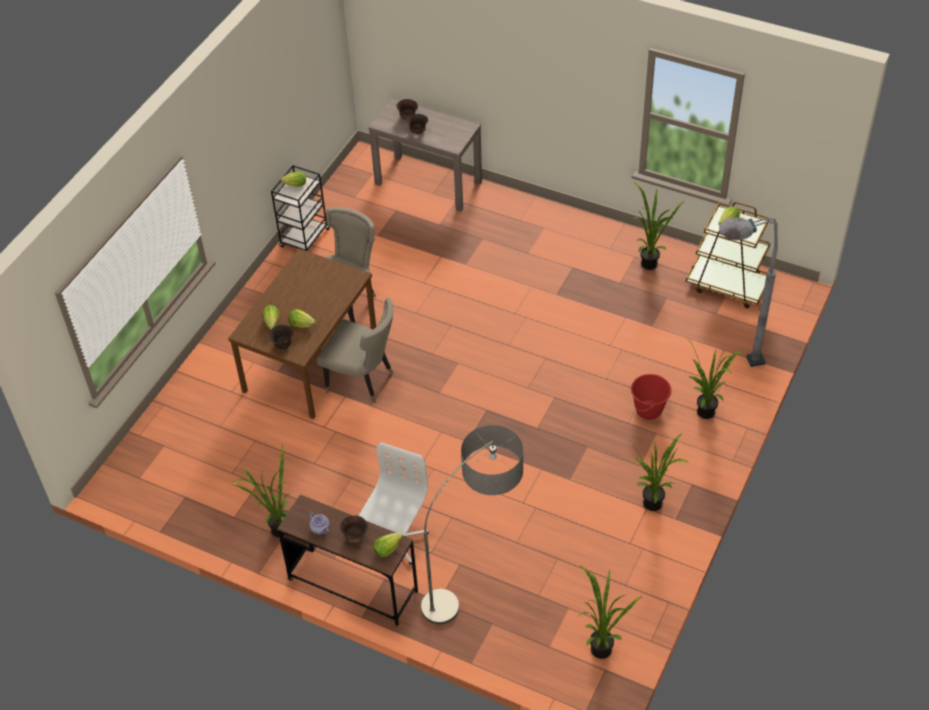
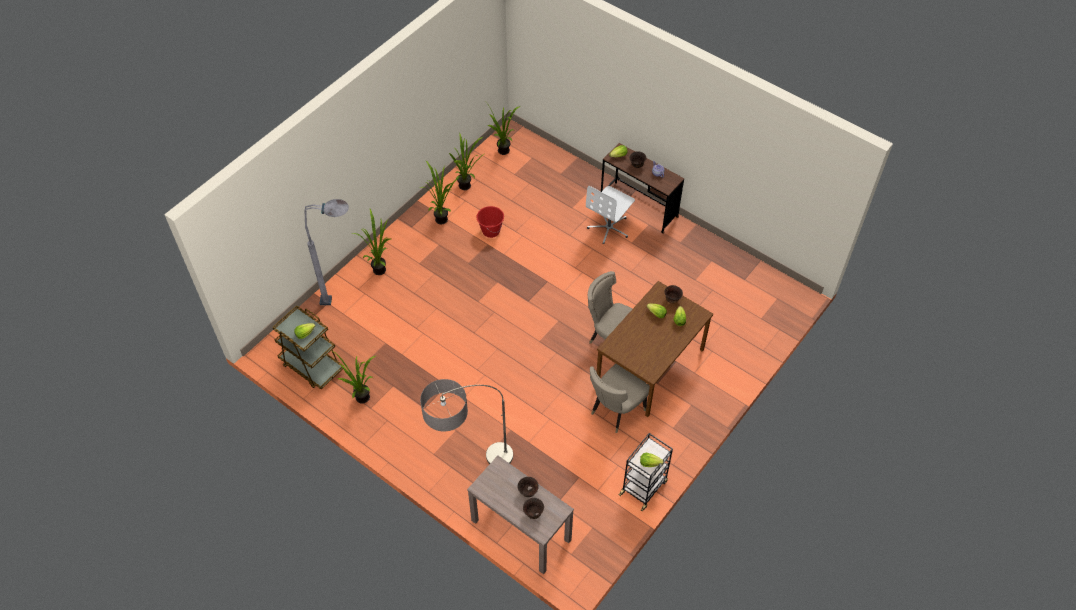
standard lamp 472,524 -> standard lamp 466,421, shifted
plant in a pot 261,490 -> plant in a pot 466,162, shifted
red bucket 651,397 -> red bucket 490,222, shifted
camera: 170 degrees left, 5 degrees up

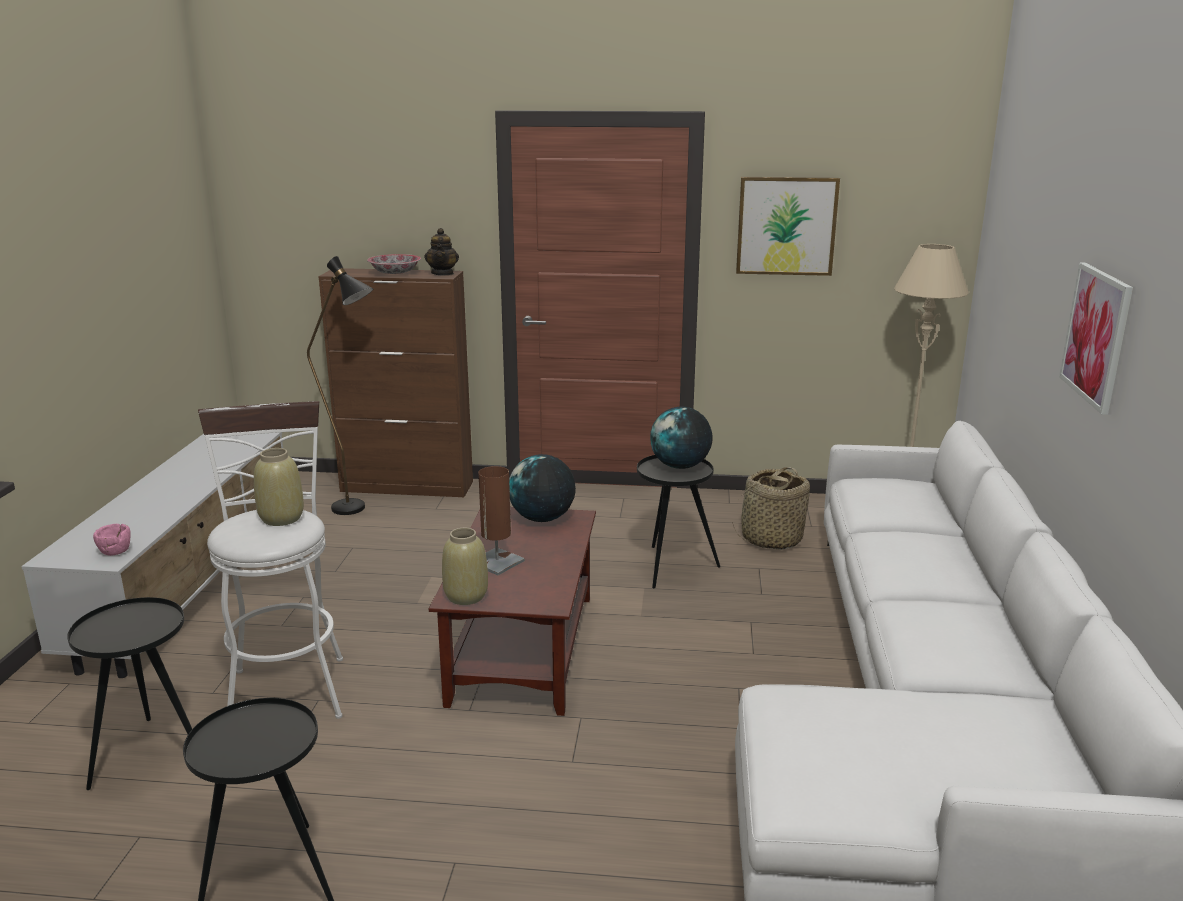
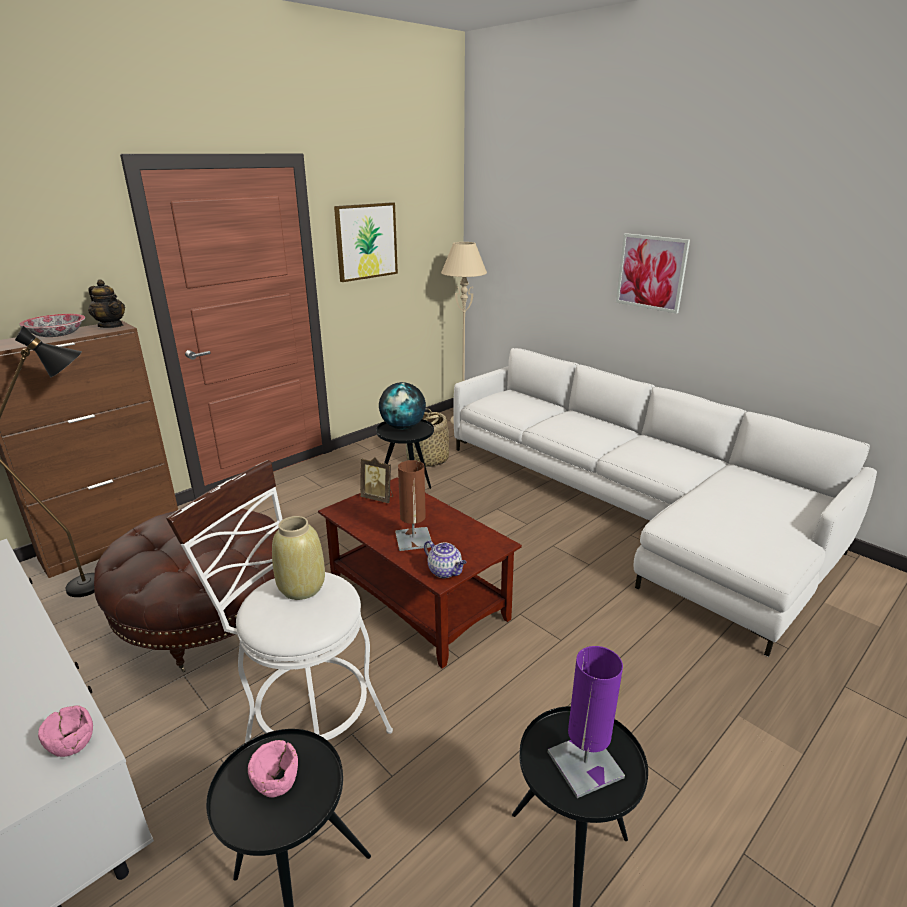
none -> brown-coloured footrest 186,590
none -> pink-coloured bowl 273,768
desk globe 542,488 -> picture frame 376,480
beige flower vase 465,566 -> pot for tea 445,559
none -> purple-coloured table lamp 586,722
camera: 50 degrees left, 5 degrees up

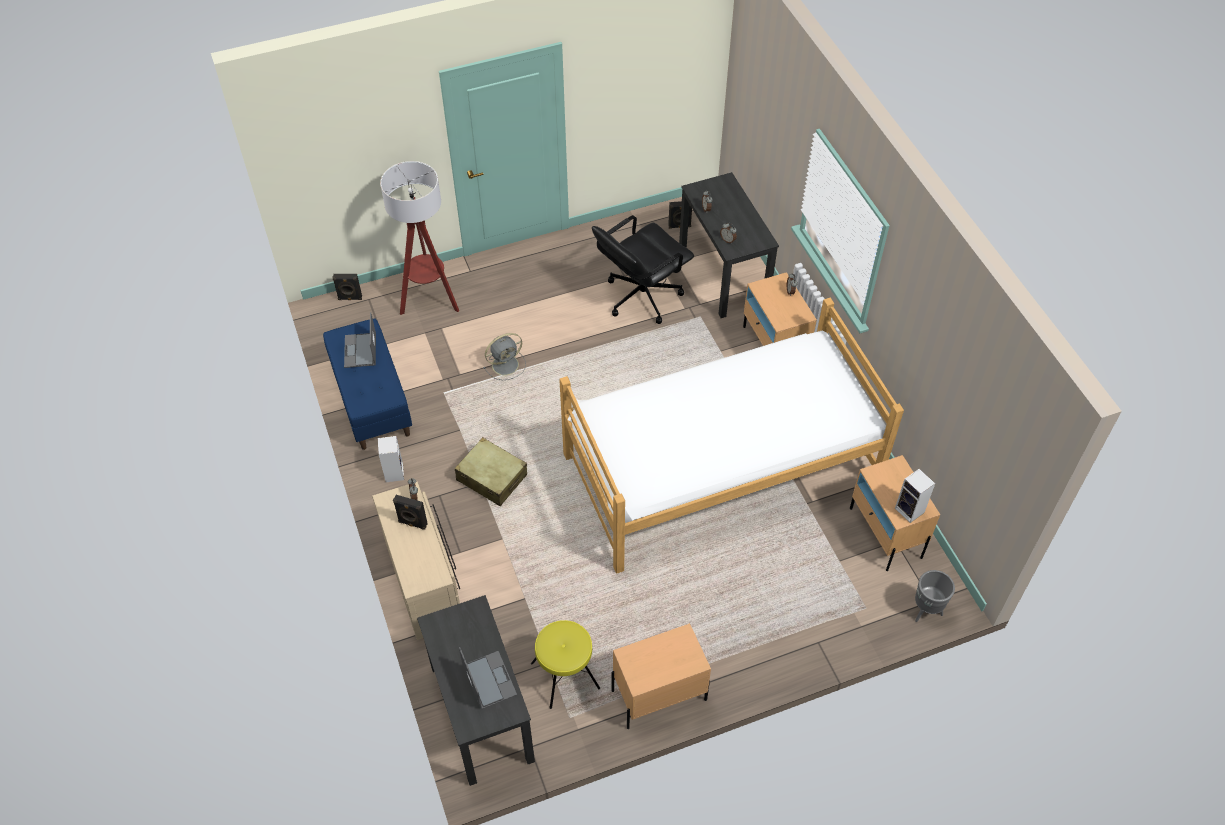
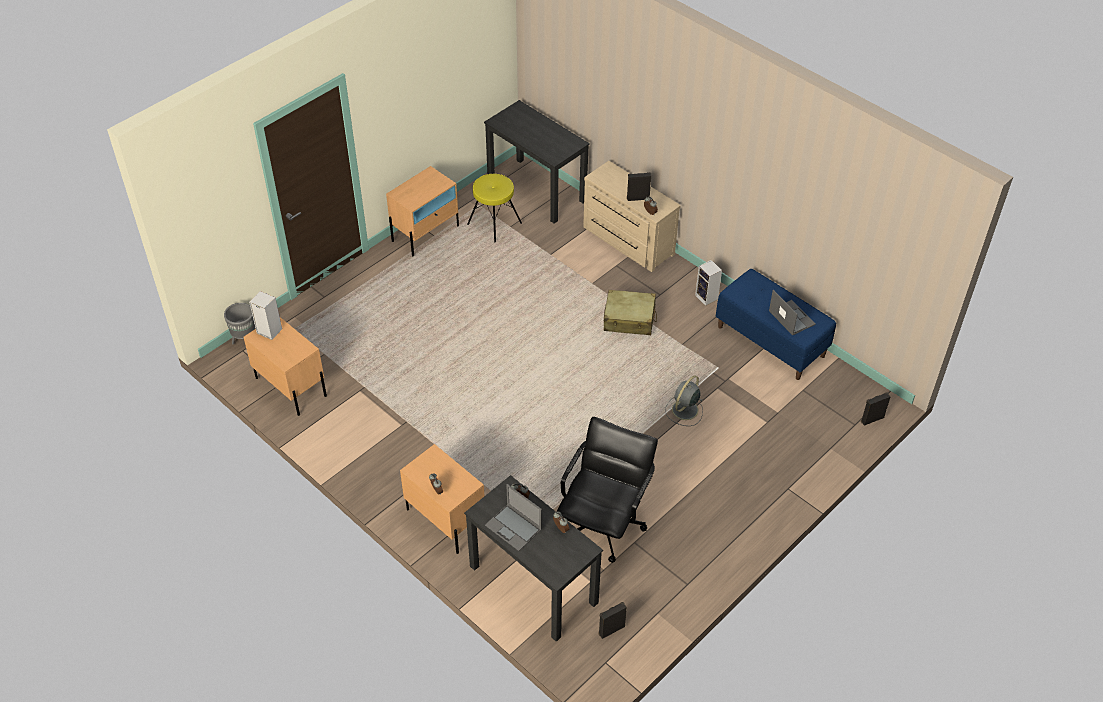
portable computer 488,678 -> portable computer 513,517, shifted
standard lamp 419,238 -> none
bed 731,436 -> none
camera: 155 degrees right, 5 degrees down

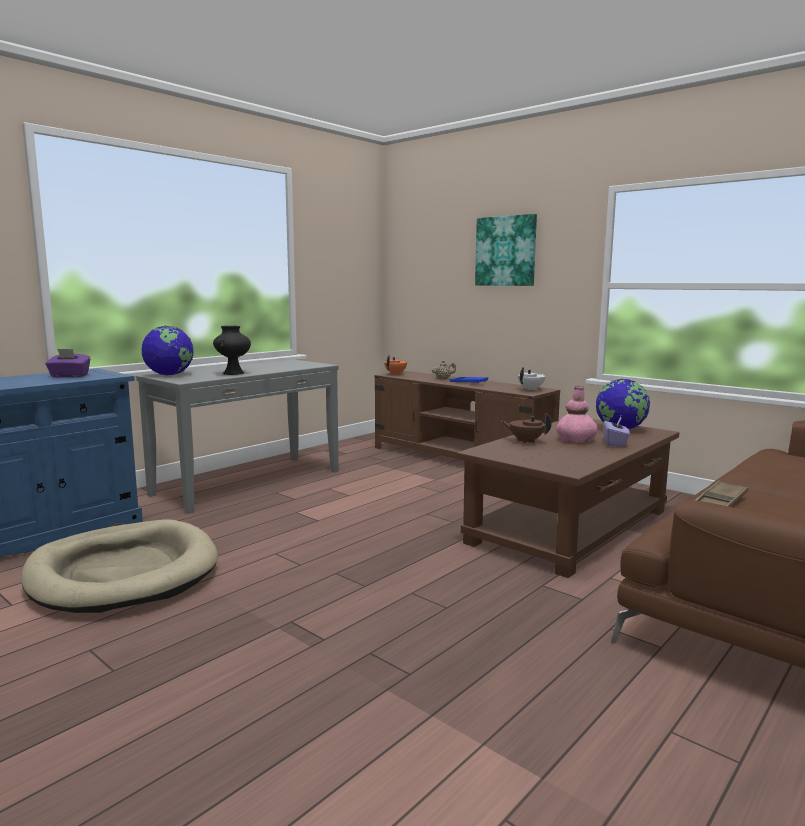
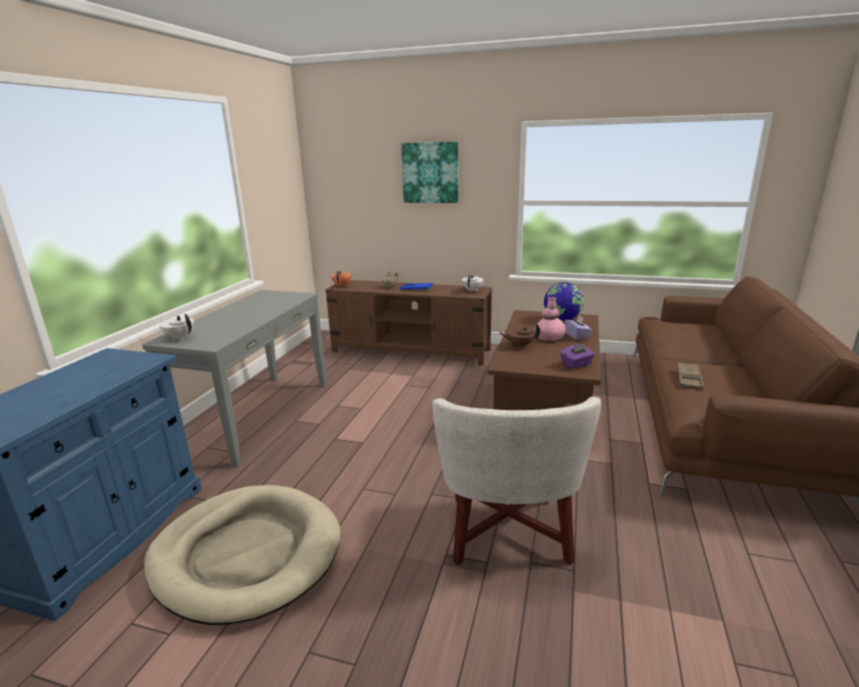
desk globe 167,350 -> whitish pot for tea 176,327
none -> whitish lounge chair 516,481
purple-coloured box of tissues 68,363 -> purple-coloured box of tissues 578,356, shifted
blackish flower vase 232,350 -> none
camera: 25 degrees left, 10 degrees up

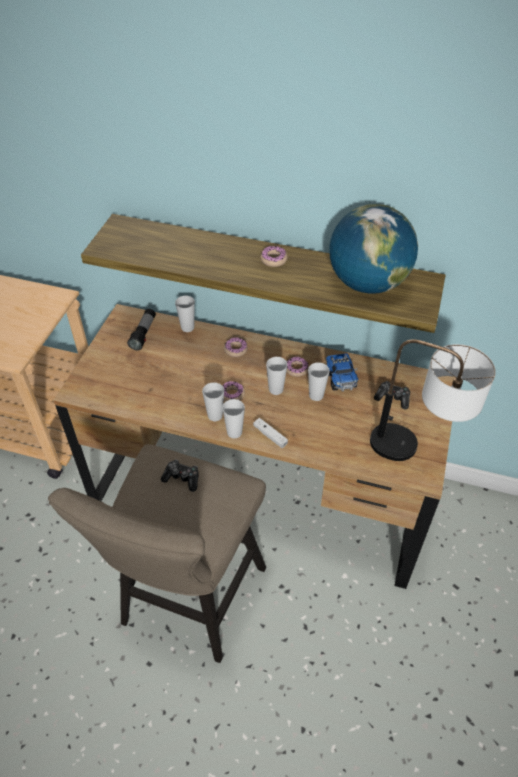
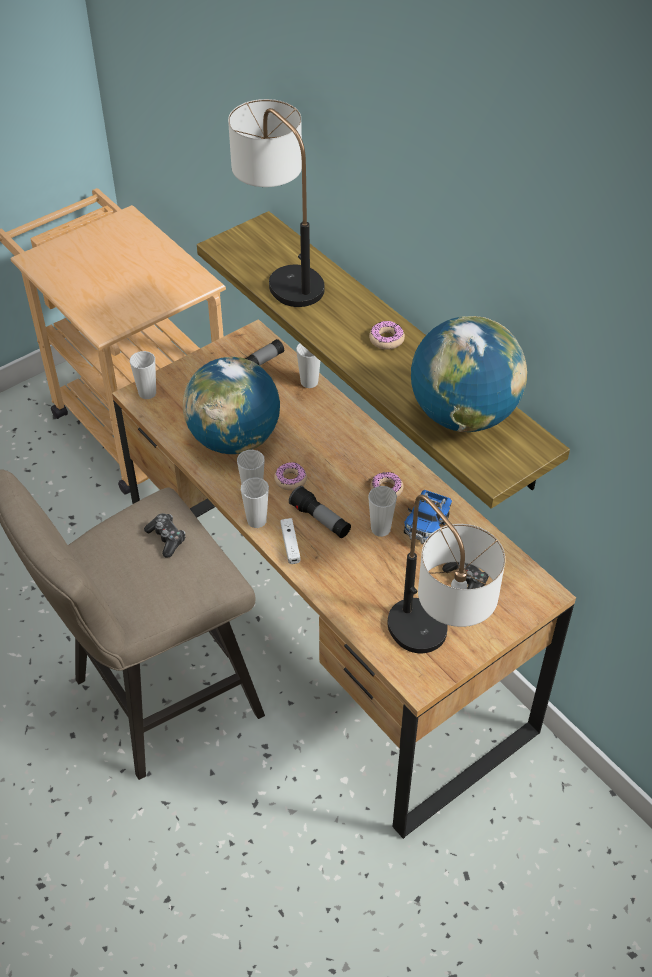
drinking cup 276,376 -> drinking cup 143,375, shifted
none -> desk globe 231,405
none -> table lamp 276,203
none -> hand torch 320,512
doughnut 236,347 -> none
camera: 35 degrees right, 0 degrees up

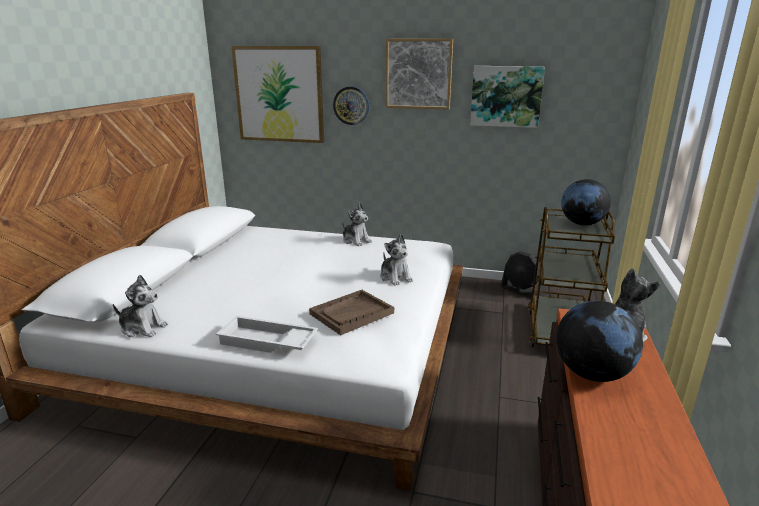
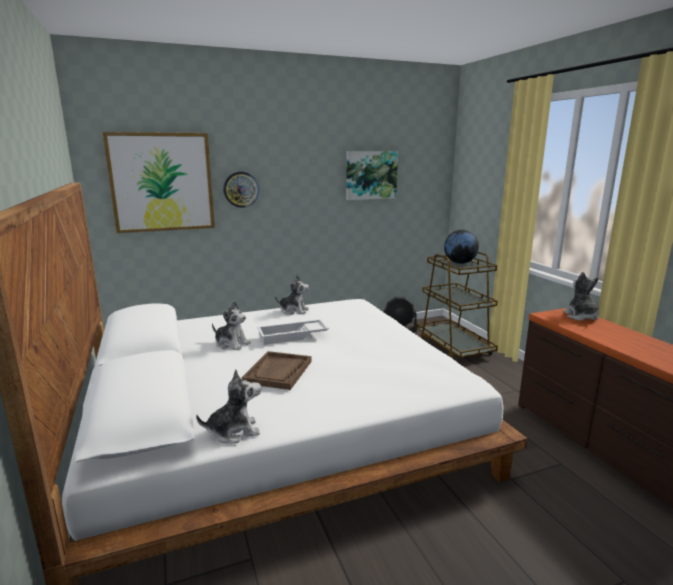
cuddly toy 396,260 -> cuddly toy 231,325, shifted
brown-coloured serving tray 351,313 -> brown-coloured serving tray 276,370, shifted
whitish serving tray 267,334 -> whitish serving tray 293,332, shifted
picture 419,74 -> none
desk globe 599,341 -> none
camera: 35 degrees left, 5 degrees down

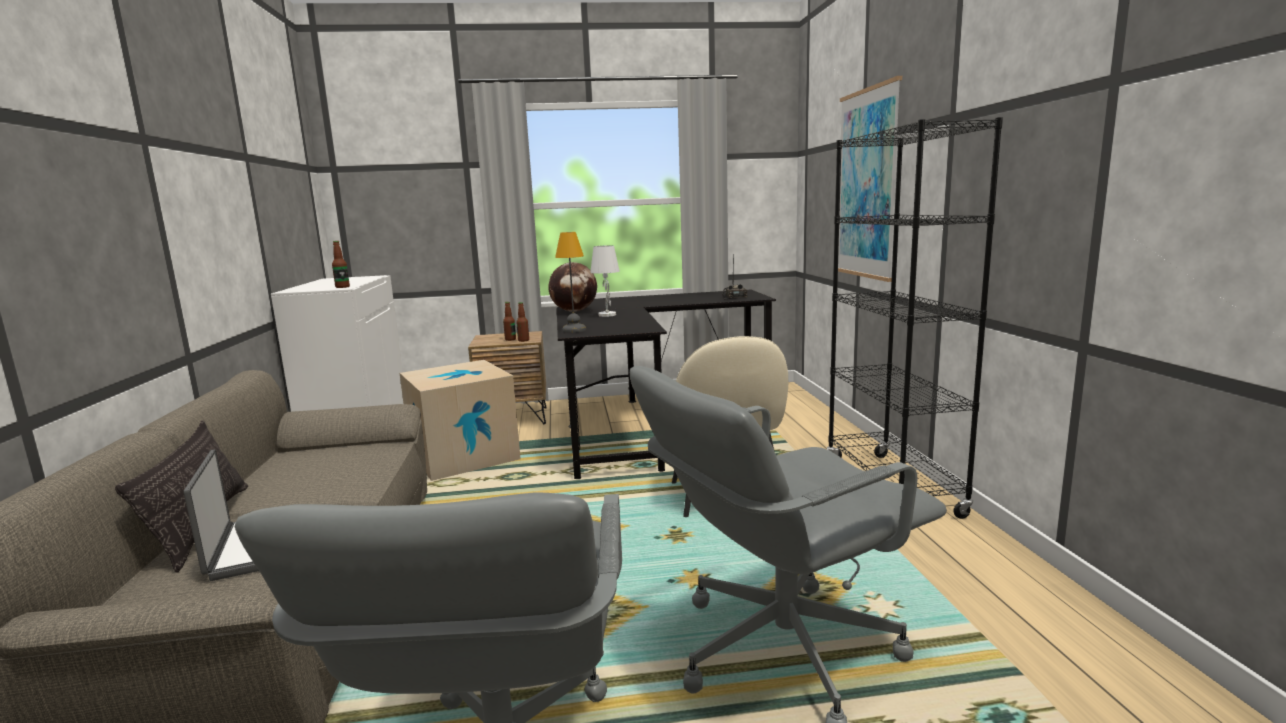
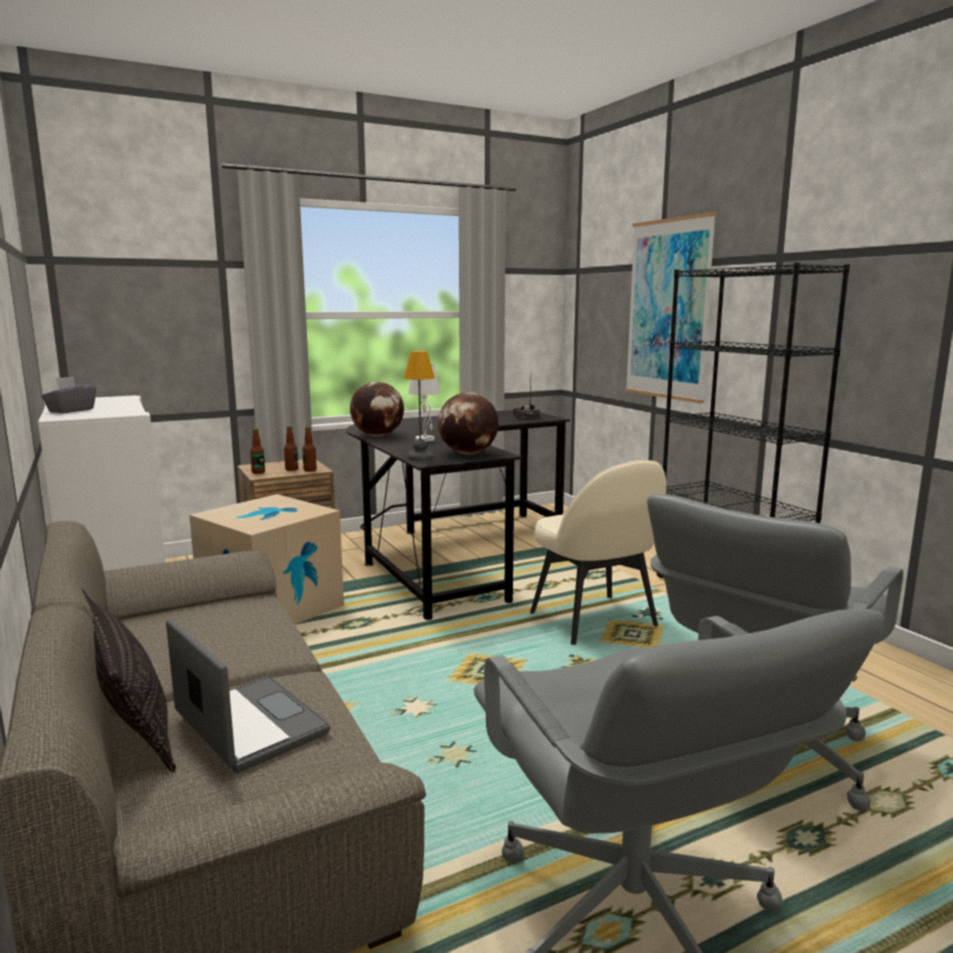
none -> gray box of tissues 68,394
bottle 341,264 -> bottle 257,451, shifted
none -> desk globe 468,423
camera: 20 degrees left, 0 degrees up

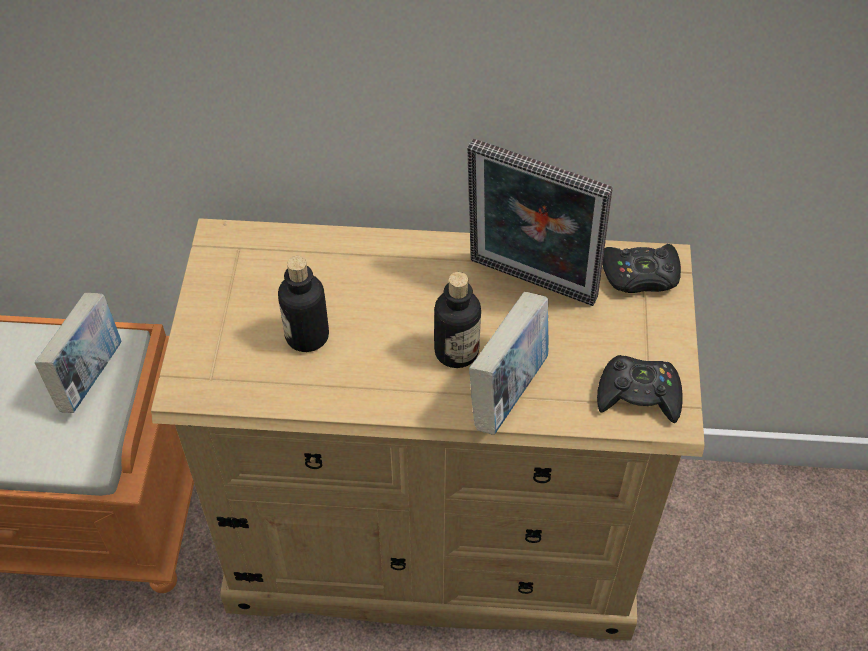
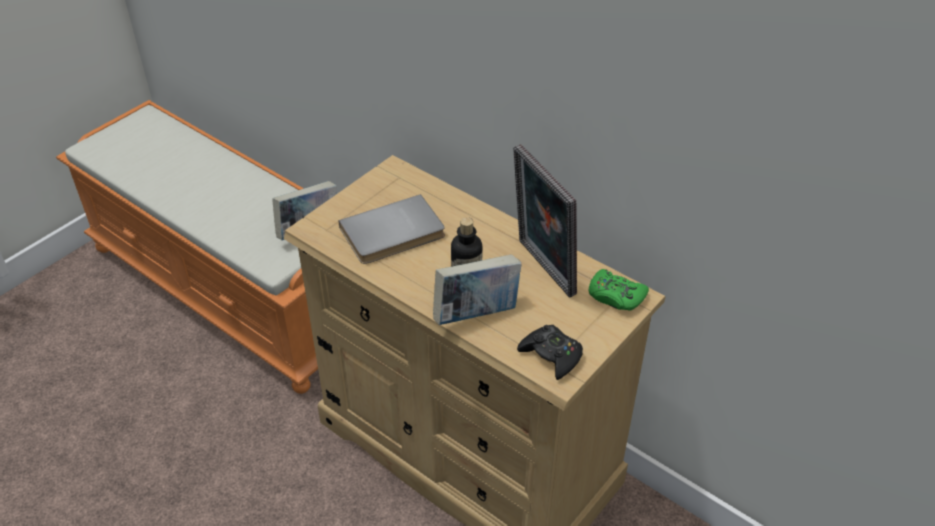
bottle 303,304 -> gray volume 392,229
blackish joypad 641,268 -> greenish joypad 619,290
camera: 35 degrees right, 10 degrees down

